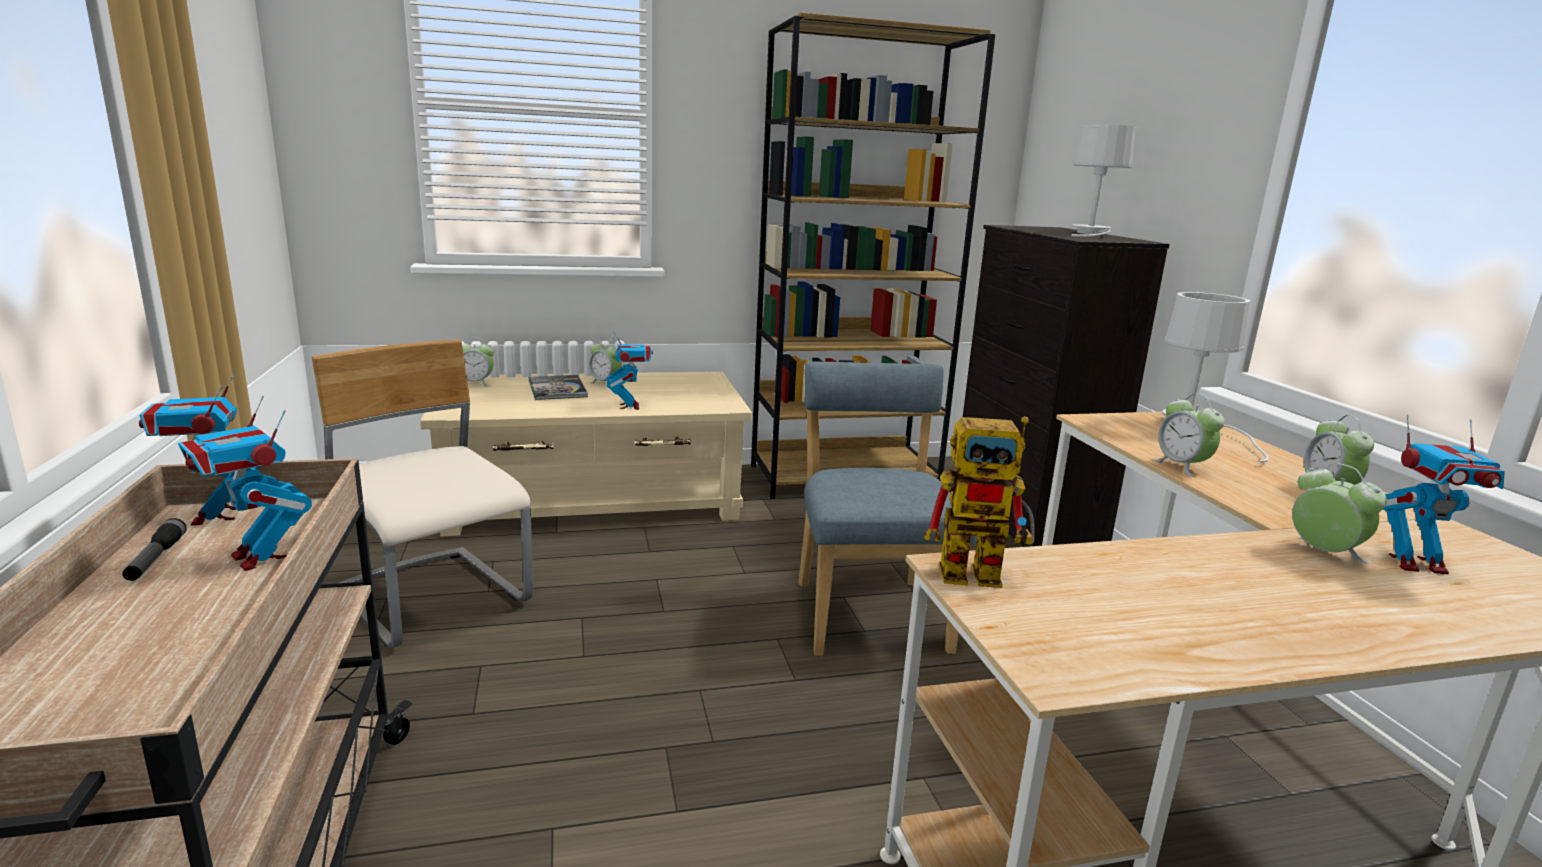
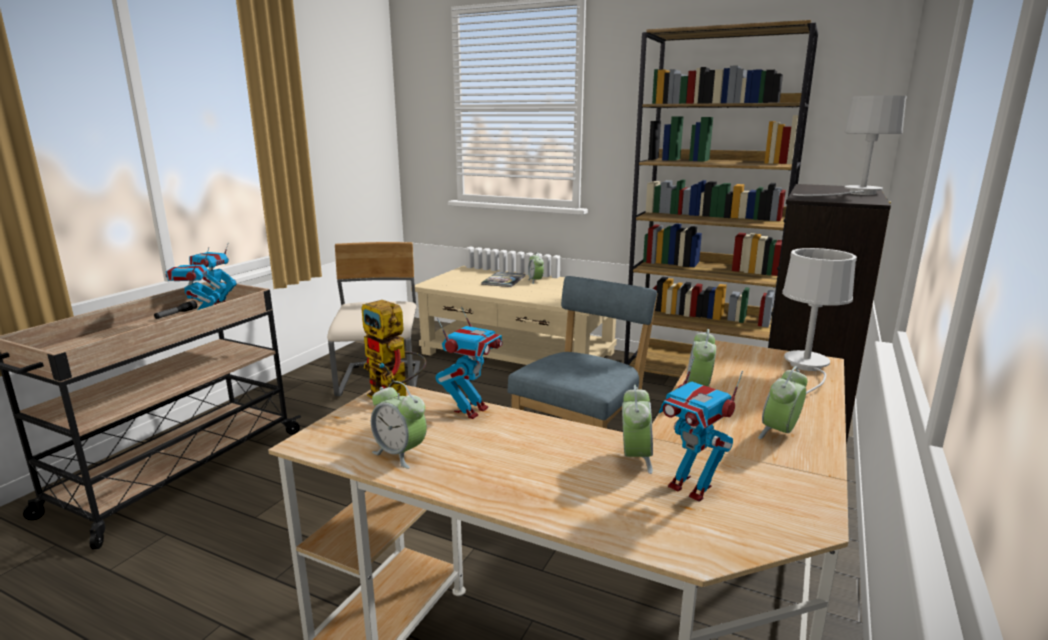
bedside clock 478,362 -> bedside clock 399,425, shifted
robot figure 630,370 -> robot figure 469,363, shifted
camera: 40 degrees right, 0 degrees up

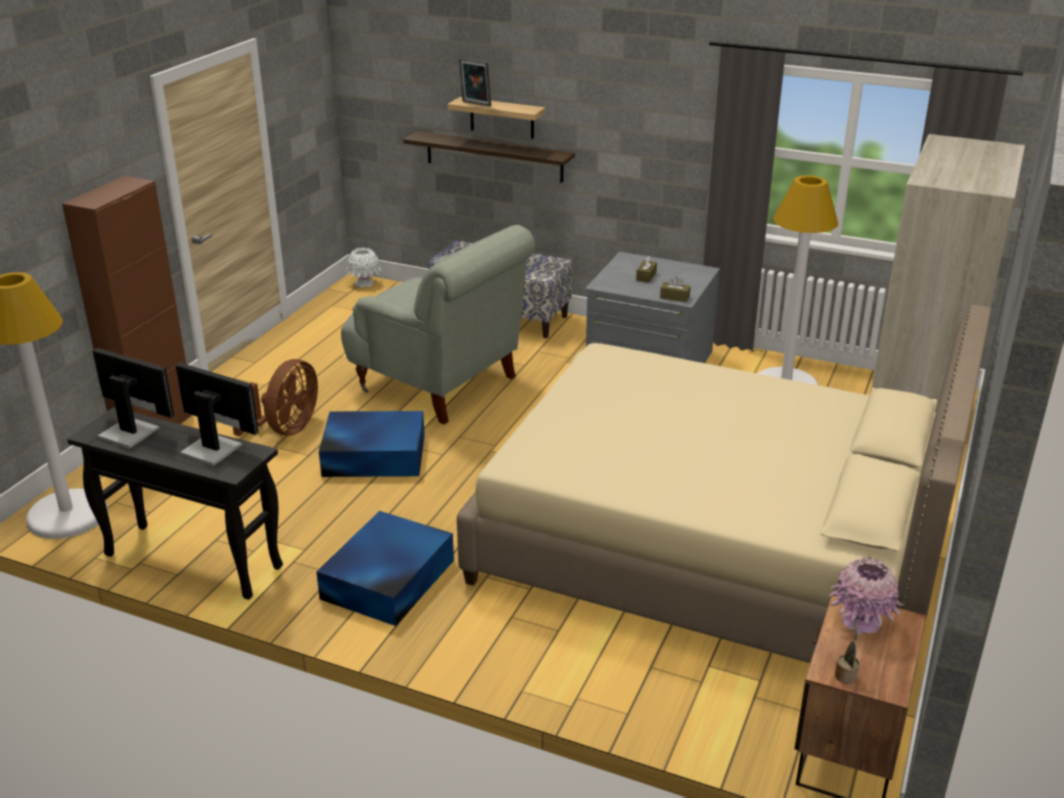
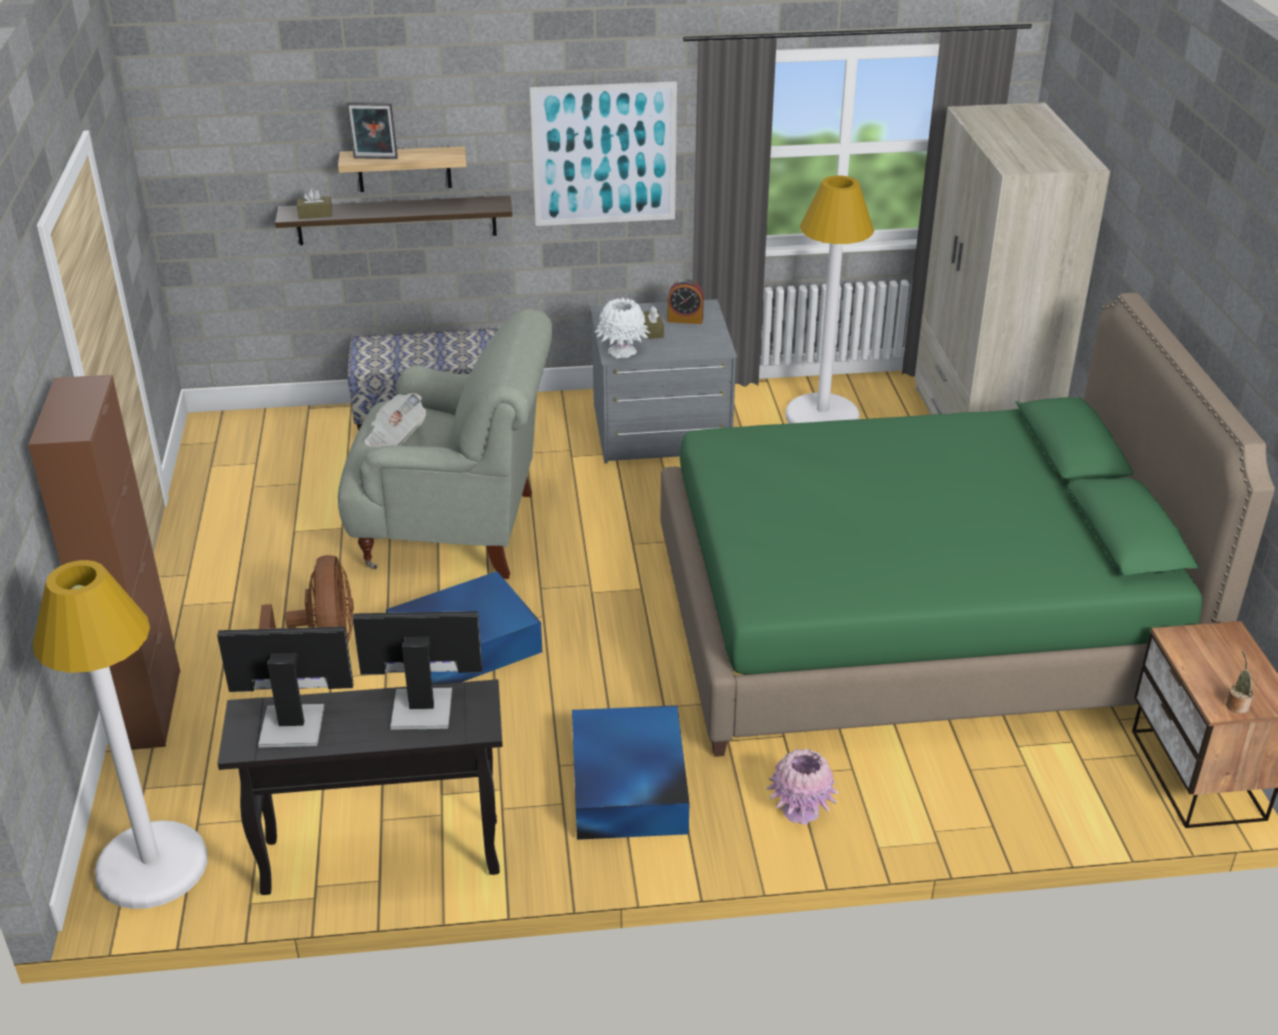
brown-coloured box of tissues 675,289 -> brown-coloured box of tissues 314,203, shifted
none -> printed paper 395,420
none -> picture 603,153
whitish flower vase 363,267 -> whitish flower vase 622,327, shifted
beige bed 724,484 -> greenish bed 967,525
none -> bedside clock 686,301
pink-coloured flower vase 865,596 -> pink-coloured flower vase 802,787, shifted
camera: 30 degrees left, 5 degrees up

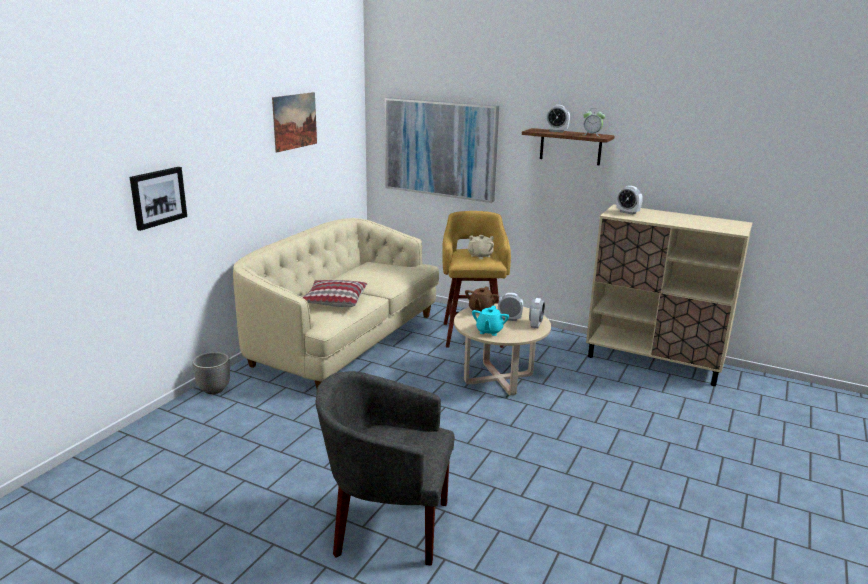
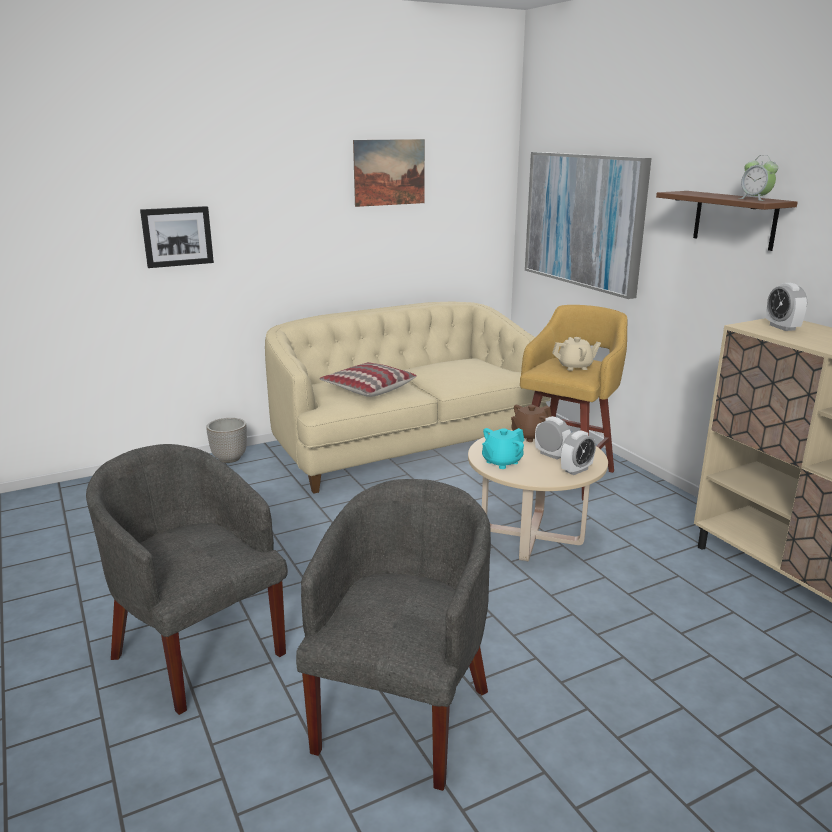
none -> gray lounge chair 393,635
bedside clock 558,118 -> none
camera: 35 degrees right, 0 degrees up

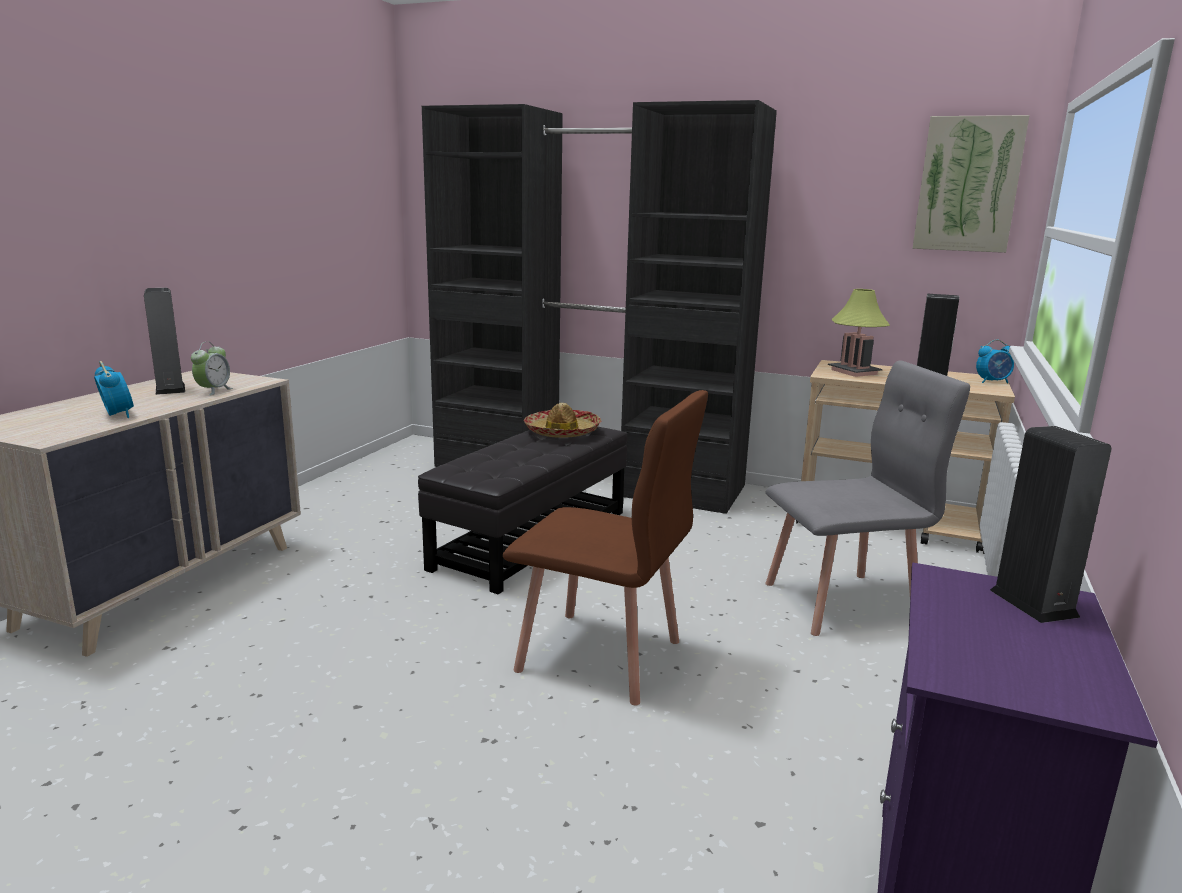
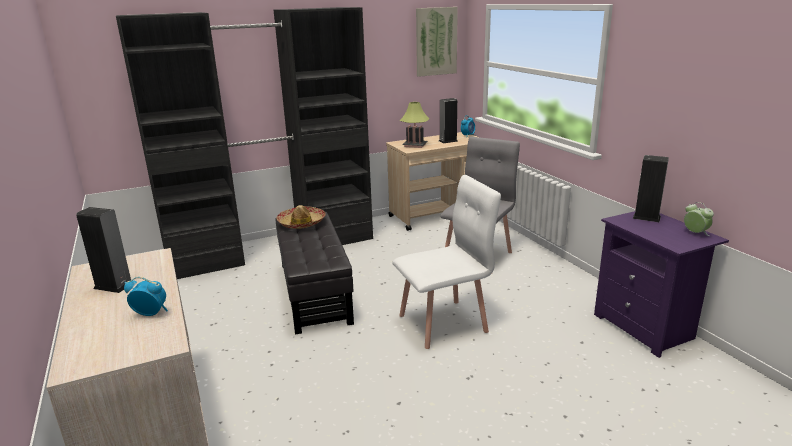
brown-coloured upright chair 605,548 -> whitish upright chair 446,262
bedside clock 212,369 -> bedside clock 699,219, shifted
camera: 45 degrees left, 5 degrees up

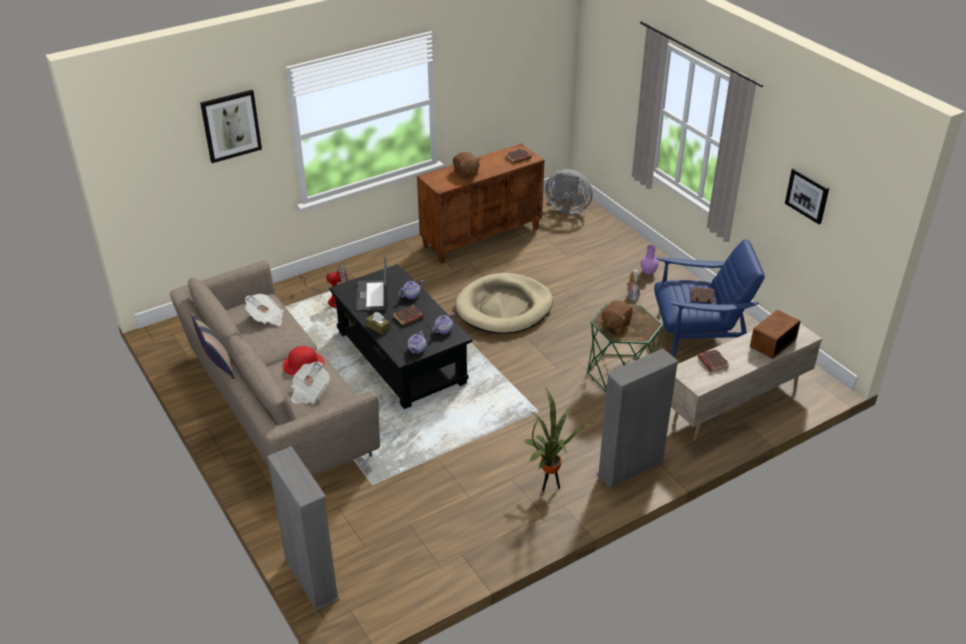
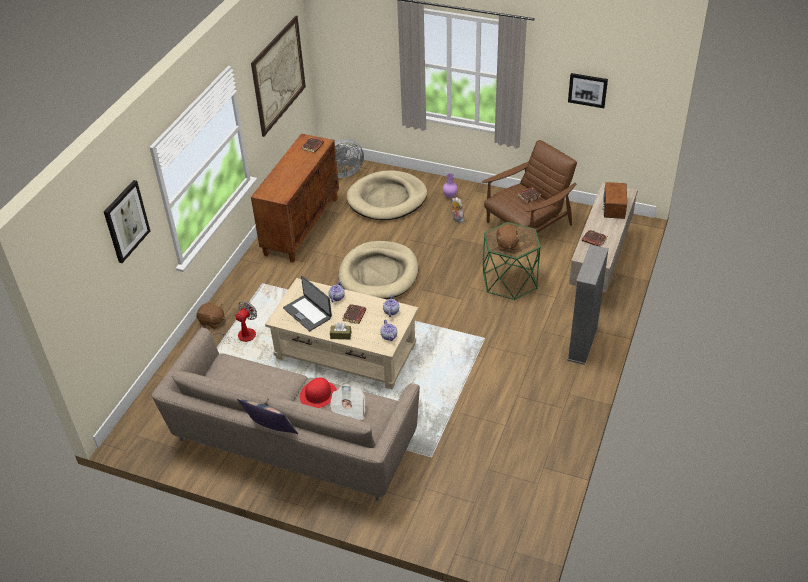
brown-coloured cuddly toy 466,165 -> brown-coloured cuddly toy 210,315, shifted
none -> picture 278,76
blackish coffee table 400,336 -> beige coffee table 341,333
none -> beige dog bed 387,195
bluish lounge chair 709,298 -> brown-coloured lounge chair 529,186
printed paper 264,310 -> none
gray bookcase 303,528 -> none
plant in a pot 558,439 -> none
camera: 35 degrees left, 5 degrees up

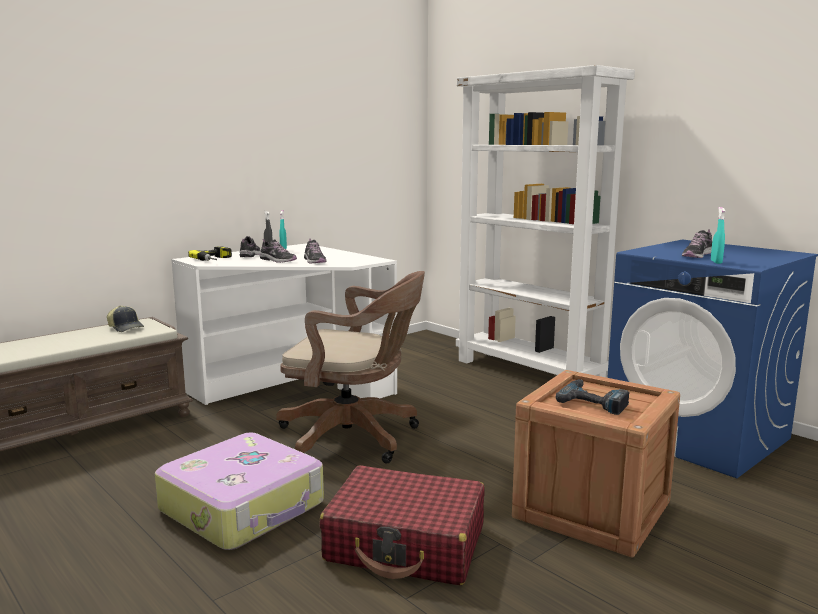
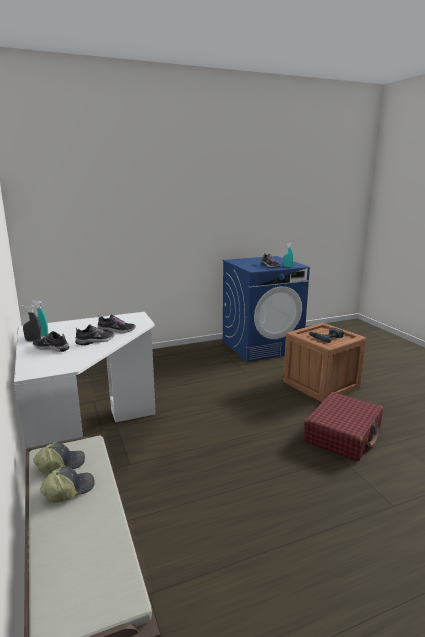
none -> peaked cap 67,485
travel case 239,491 -> none
power drill 210,253 -> none
brown-coloured office chair 350,367 -> none
whitish bookcase 545,221 -> none
camera: 70 degrees left, 5 degrees up

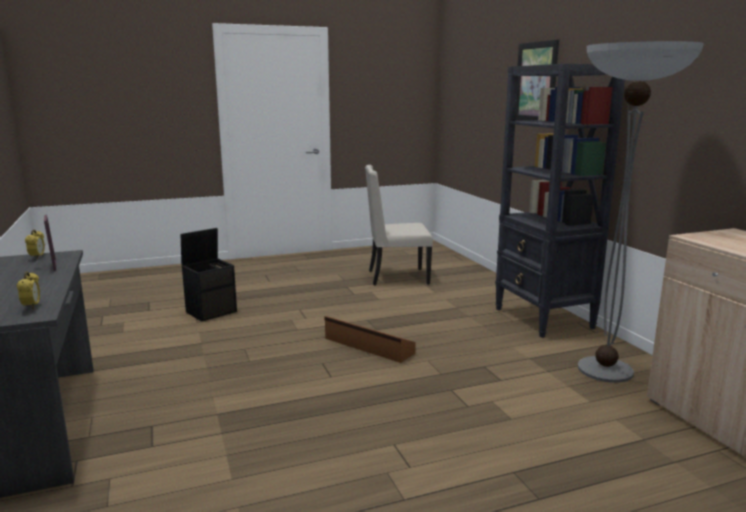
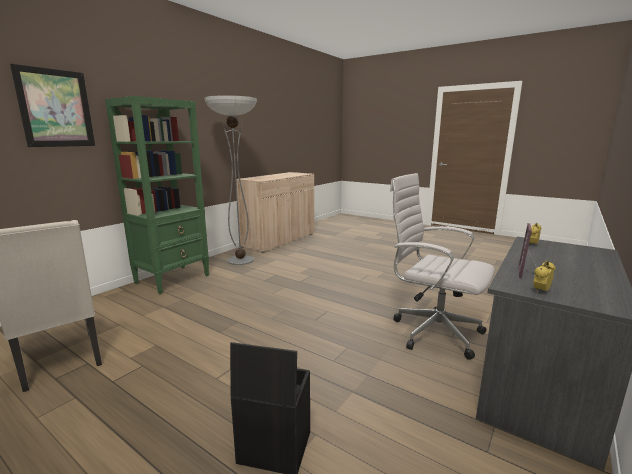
blackish bookcase 560,201 -> greenish bookcase 157,195
none -> whitish office chair 442,266
brown-coloured storage bin 370,339 -> none
camera: 125 degrees left, 0 degrees up

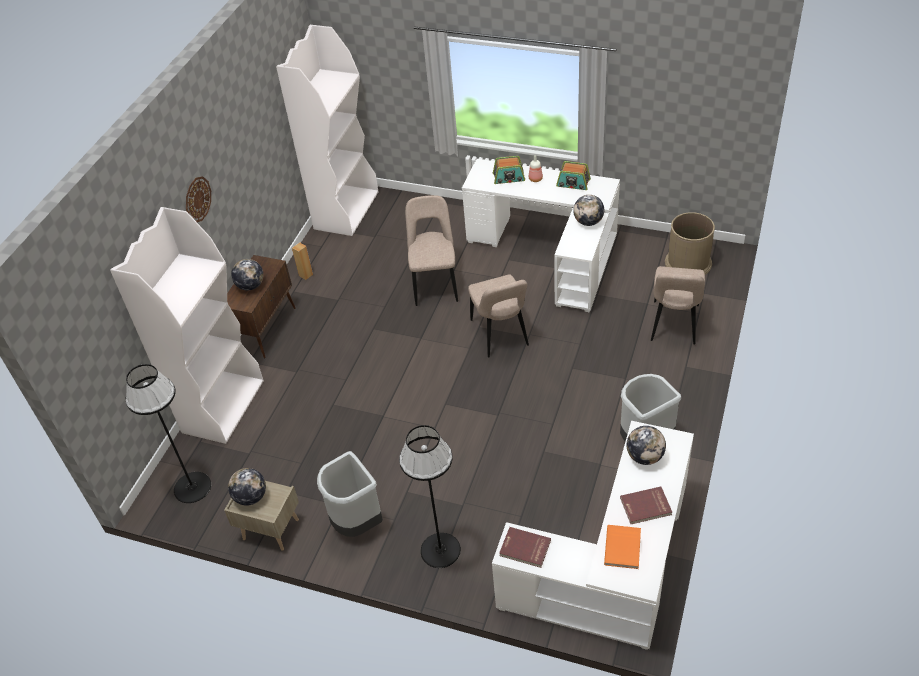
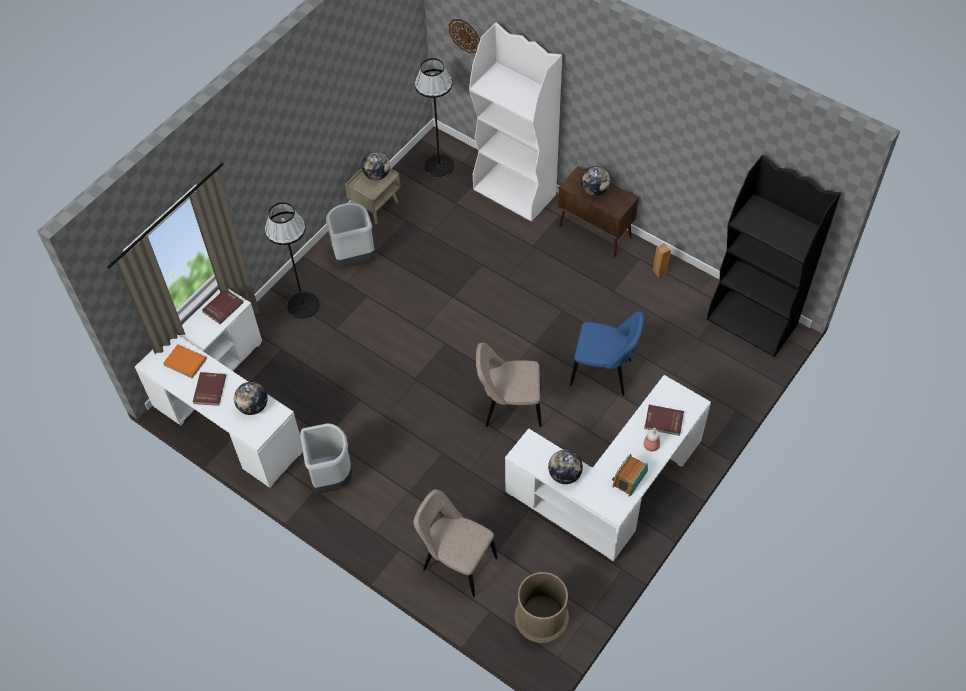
hanging clock 198,199 -> hanging clock 464,36, shifted
beige upright chair 431,250 -> bluish upright chair 607,353
radio set 509,170 -> red volume 664,420
whitish bookcase 327,130 -> blackish bookcase 774,256
camera: 105 degrees right, 10 degrees up

